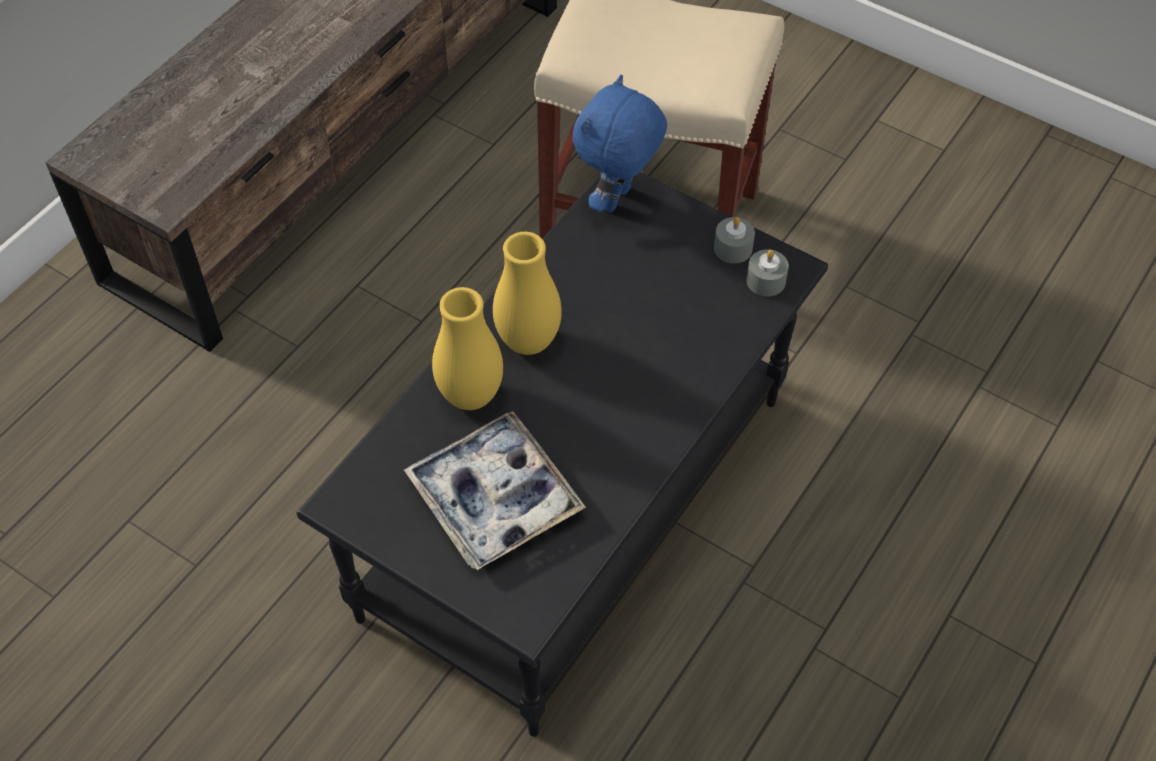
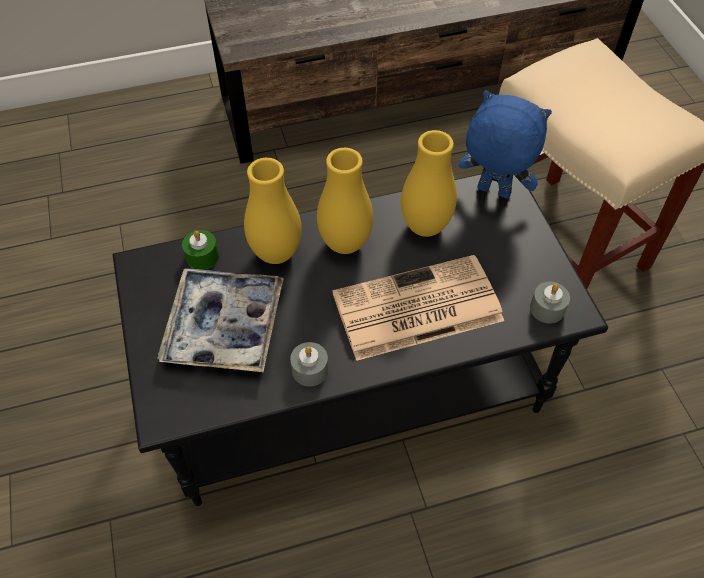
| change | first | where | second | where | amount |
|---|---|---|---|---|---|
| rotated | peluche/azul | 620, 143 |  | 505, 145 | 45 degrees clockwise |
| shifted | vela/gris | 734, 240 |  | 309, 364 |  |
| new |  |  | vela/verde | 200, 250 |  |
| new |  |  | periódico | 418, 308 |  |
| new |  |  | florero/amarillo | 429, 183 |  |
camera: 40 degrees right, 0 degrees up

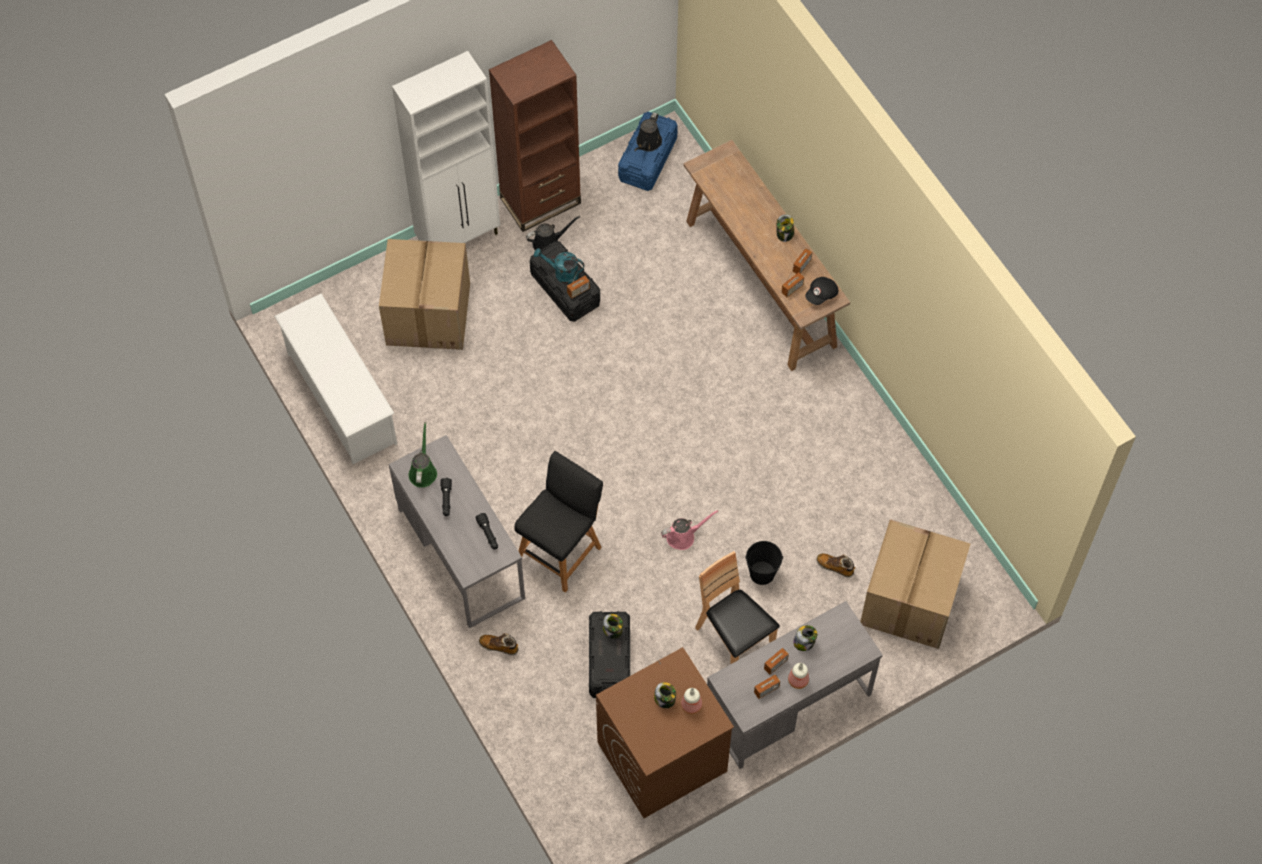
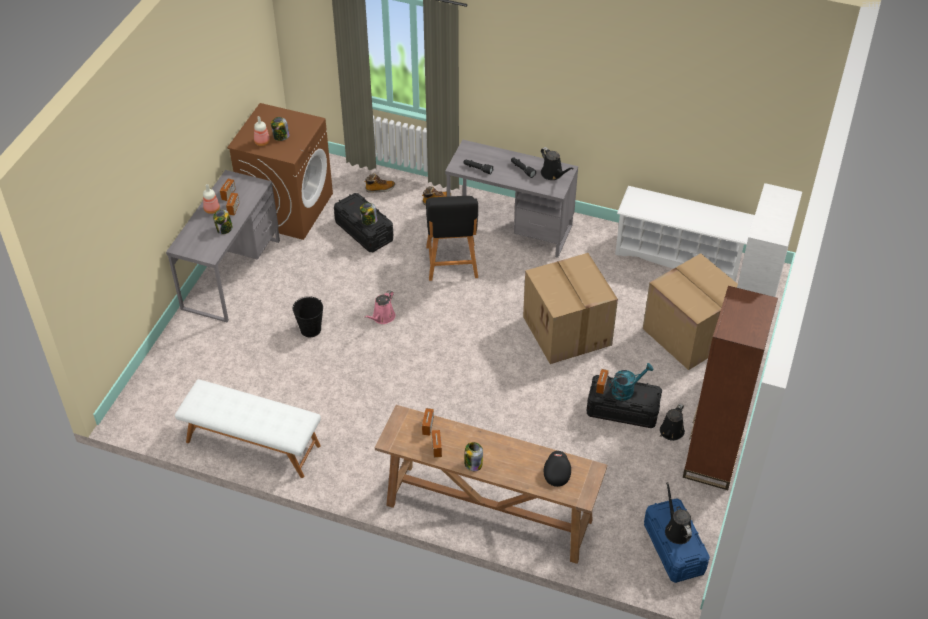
| change | first | where | second | where | amount |
|---|---|---|---|---|---|
| repainted | regadera/verde | 423, 455 | regadera/negro | 557, 163 |  |
| gone | silla/marrón | 737, 607 |  |  |  |
| shifted | gorra/negro | 821, 291 |  | 557, 469 |  |
| shifted | bota | 835, 565 |  | 380, 183 |  |
| shifted | caja de cartón | 915, 584 |  | 570, 308 |  |
| new |  |  | banco/blanco | 248, 428 |  |
camera: 140 degrees right, 15 degrees down

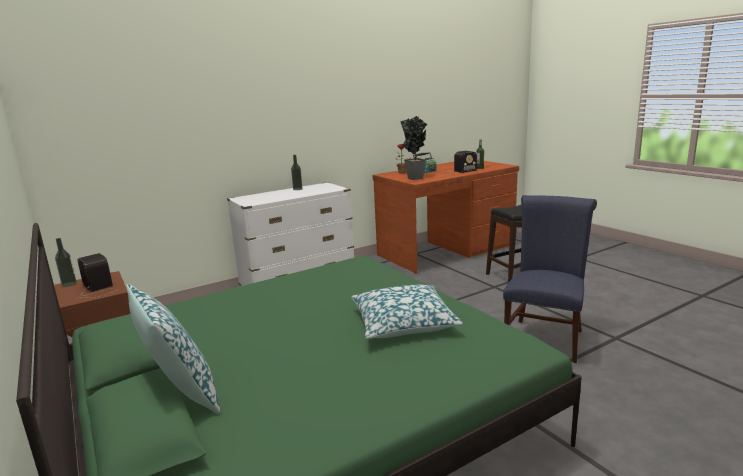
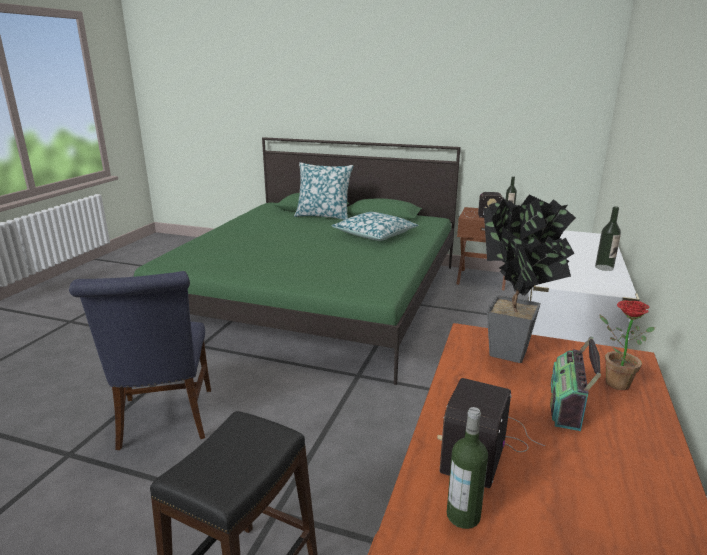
| change | first | where | second | where | amount |
|---|---|---|---|---|---|
| shifted | cojín | 407, 312 |  | 375, 226 |  |
camera: 140 degrees right, 5 degrees up

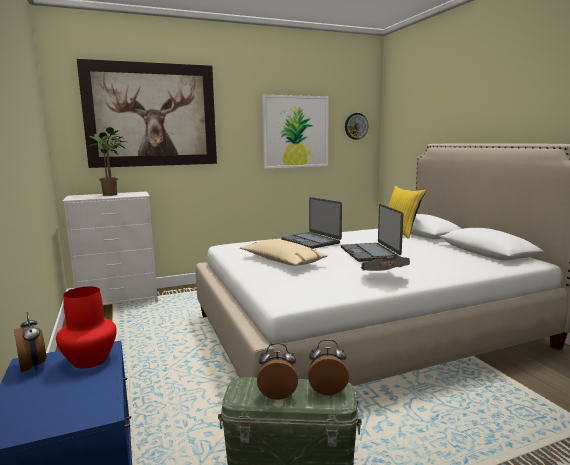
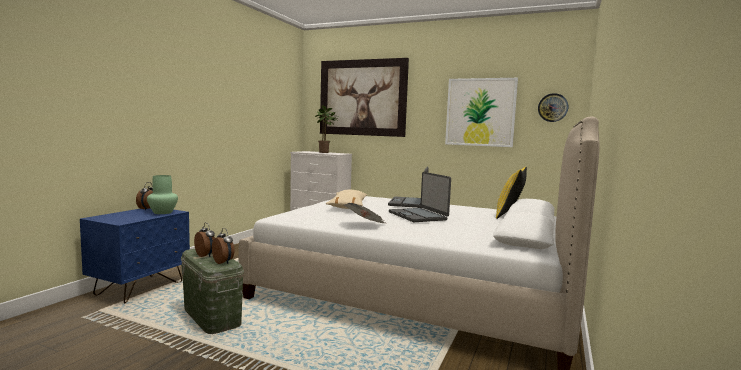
| change | first | where | second | where | amount |
|---|---|---|---|---|---|
| repainted | florero/rojo | 86, 327 | florero/verde | 162, 194 |  |
| rotated | portátil | 372, 233 |  | 420, 197 | 60 degrees counterclockwise |
camera: 45 degrees right, 5 degrees down

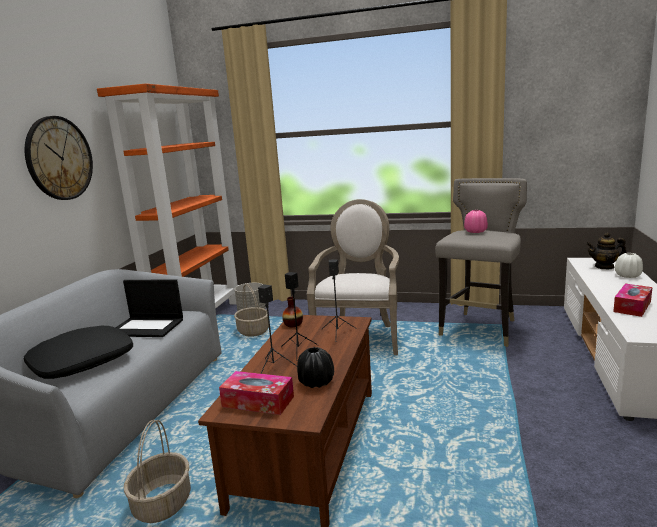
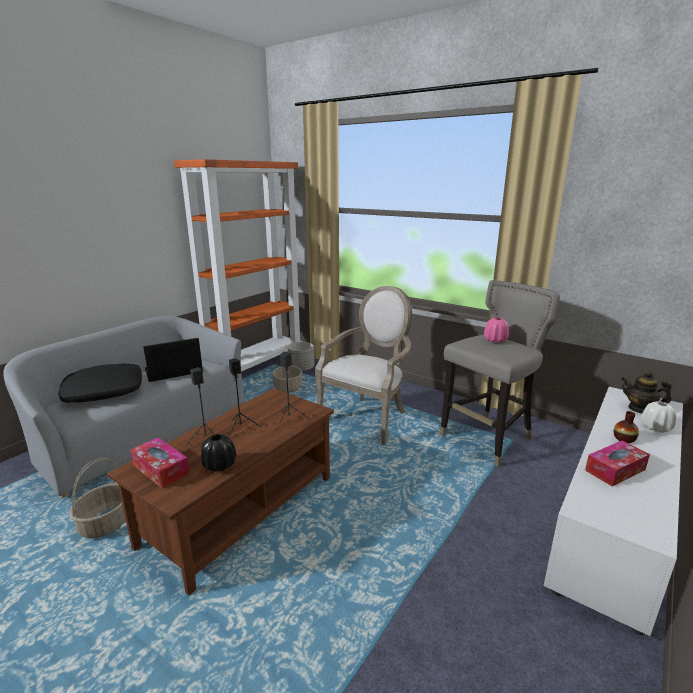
| change | first | where | second | where | amount |
|---|---|---|---|---|---|
| gone | reloj de pared | 59, 158 |  |  |  |
| rotated | portátil | 149, 308 |  | 173, 360 | 120 degrees clockwise |
| shifted | florero | 292, 312 |  | 626, 427 |  |
camera: 20 degrees right, 5 degrees up

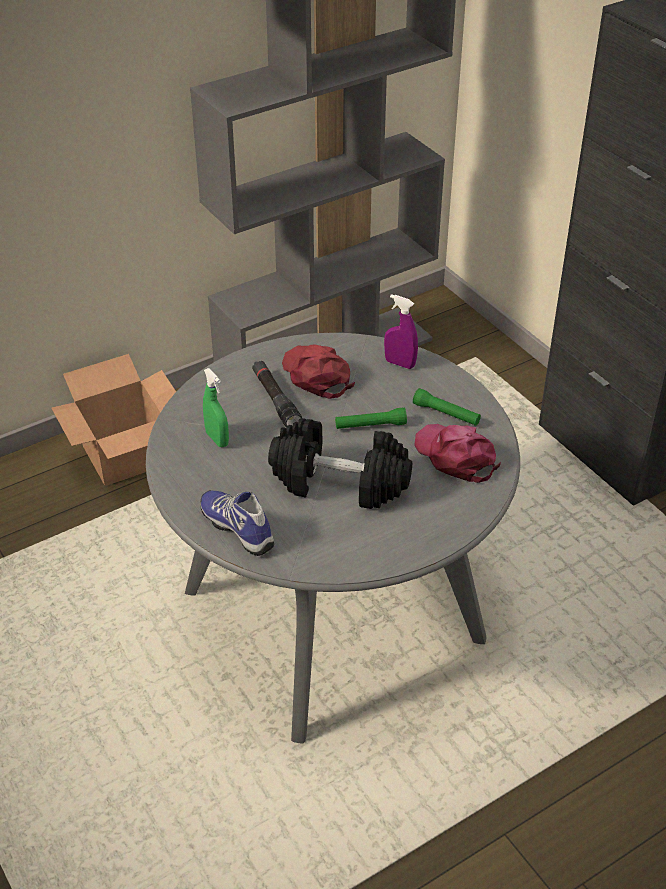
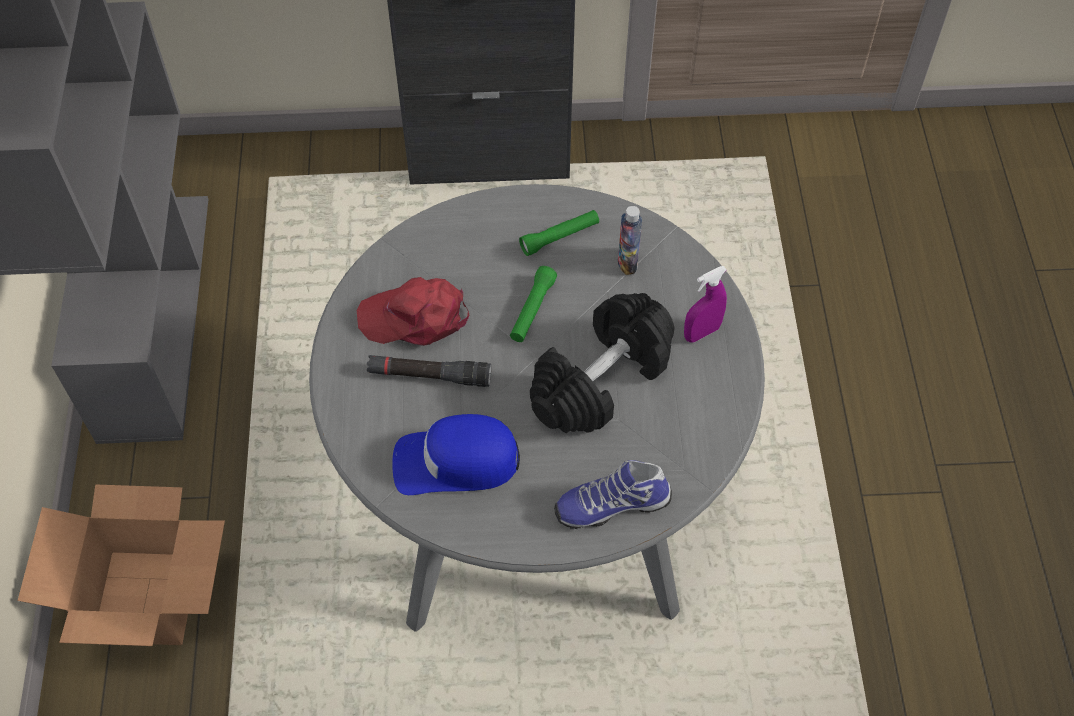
| change | first | where | second | where | amount |
|---|---|---|---|---|---|
| swapped | pulverizador/verde | 216, 407 | gorra/azul | 456, 454 |  |
| shifted | pulverizador/morado | 401, 331 |  | 705, 304 |  |
| swapped | gorra/rosa | 457, 453 | botella | 630, 240 |  |
camera: 60 degrees left, 15 degrees up

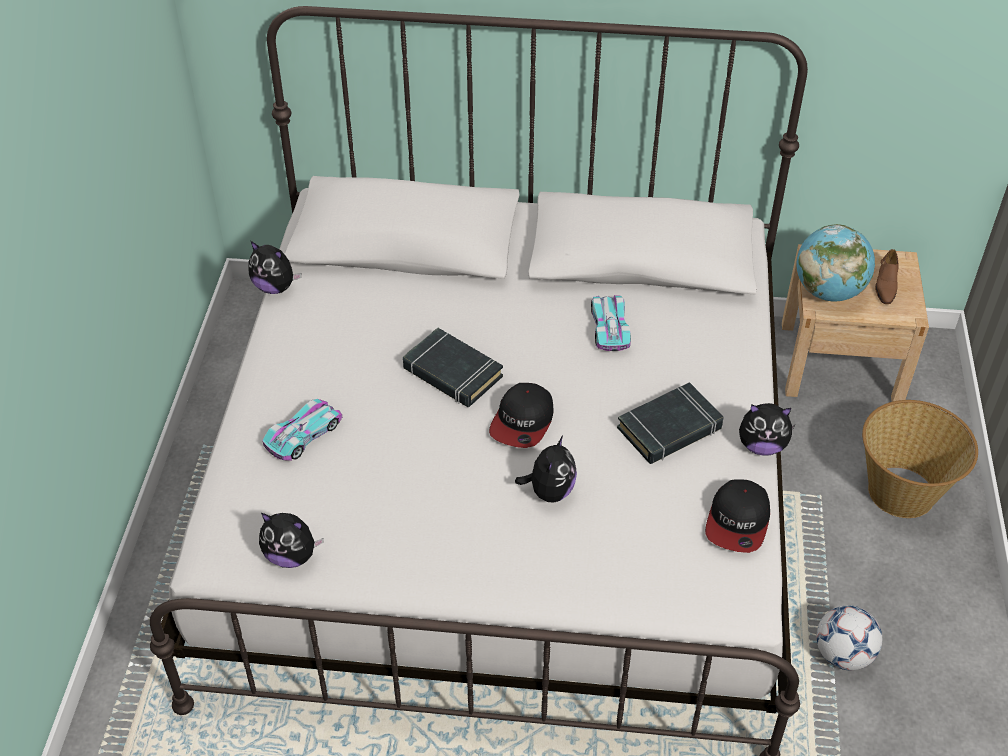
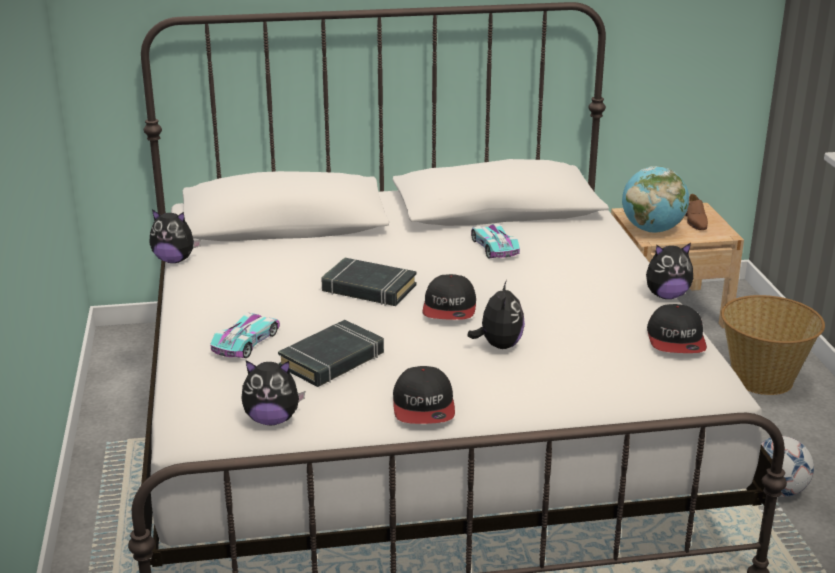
| change | first | where | second | where | amount |
|---|---|---|---|---|---|
| shifted | libro/negro | 670, 423 |  | 331, 353 |  |
| new |  |  | gorra | 424, 395 |  |
camera: 15 degrees left, 20 degrees down

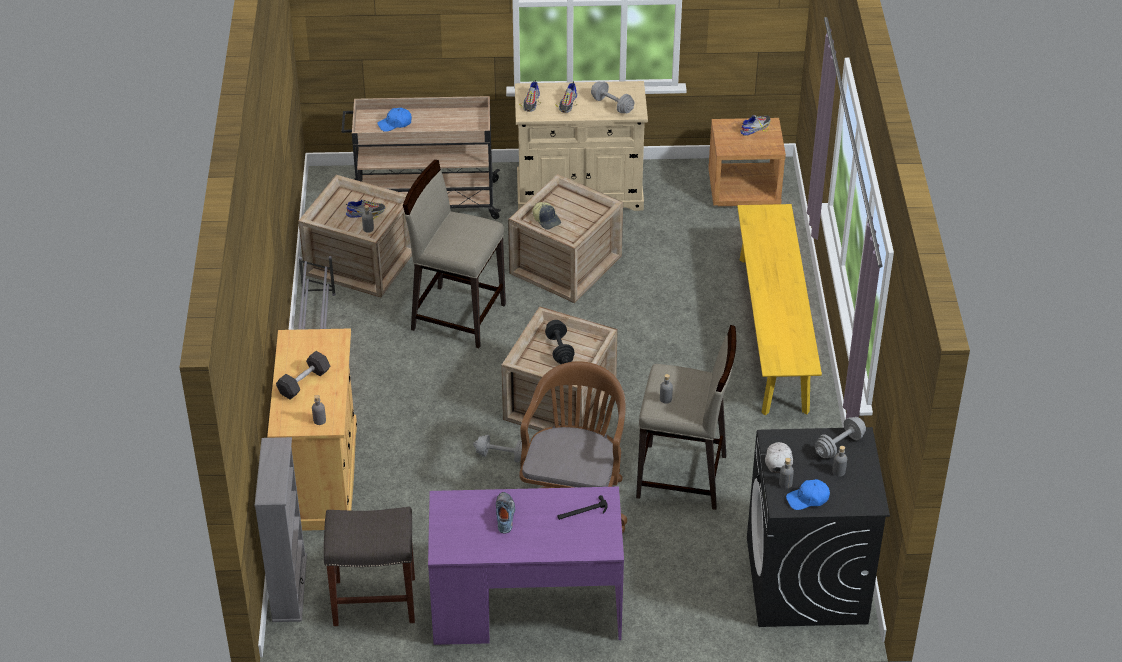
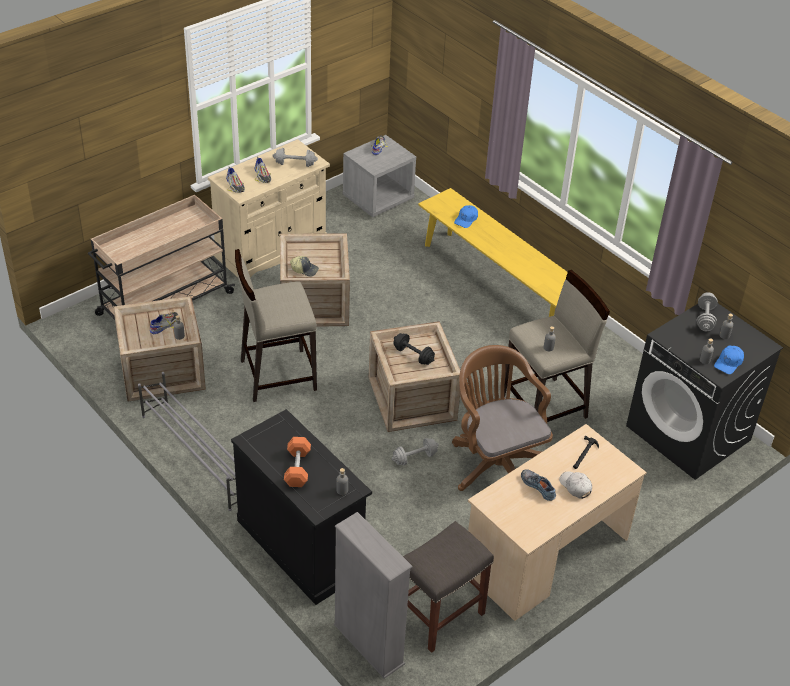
| change | first | where | second | where | amount |
|---|---|---|---|---|---|
| repainted | armario/beis | 312, 429 | armario/negro | 301, 507 |  |
| repainted | mancuerna/gris | 303, 375 | mancuerna/naranja | 297, 462 |  |
| shifted | gorra/azul | 395, 119 |  | 466, 216 |  |
| repainted | escritorio/morado | 526, 566 | escritorio/beis | 557, 522 |  |
| repainted | mesita de noche/marrón | 747, 162 | mesita de noche/gris | 379, 176 |  |
| shifted | gorra/blanco | 779, 457 |  | 575, 485 |  |
camera: 40 degrees left, 0 degrees up

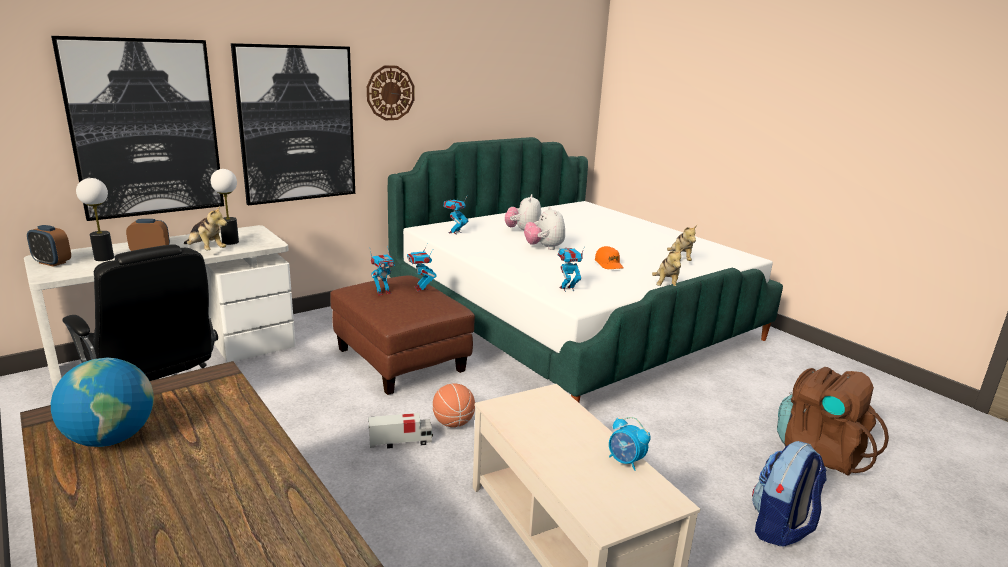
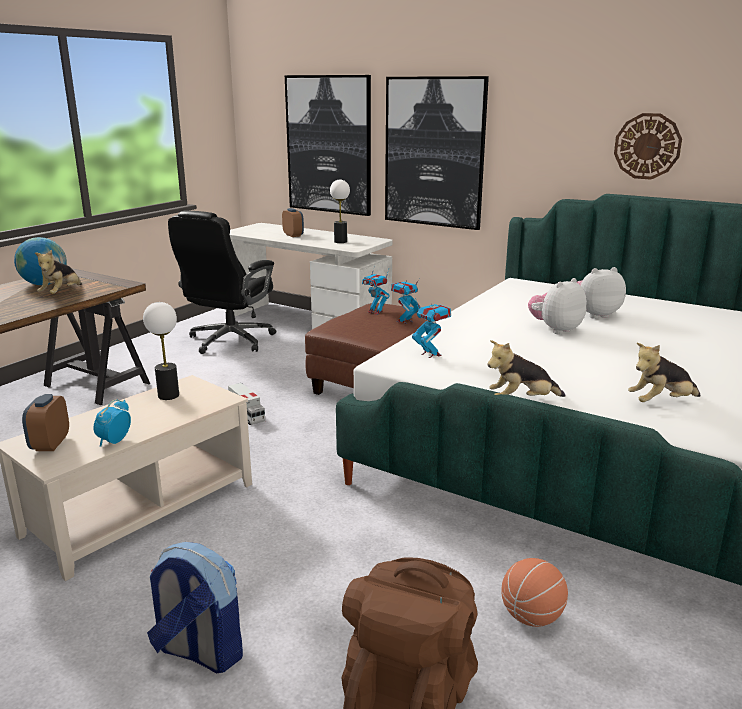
| change | first | where | second | where | amount |
|---|---|---|---|---|---|
| shifted | despertador | 49, 246 |  | 45, 422 |  |
| shifted | lámpara de mesa | 95, 219 |  | 161, 351 |  |
| shifted | peluche | 205, 227 |  | 58, 272 |  |
| shifted | reloj de pared | 390, 93 |  | 648, 146 |  |
| shifted | balón de baloncesto | 454, 405 |  | 534, 592 |  |
| gone | robot de juguete | 456, 216 |  |  |  |
| gone | gorra/naranja | 609, 257 |  |  |  |
camera: 70 degrees right, 0 degrees up

